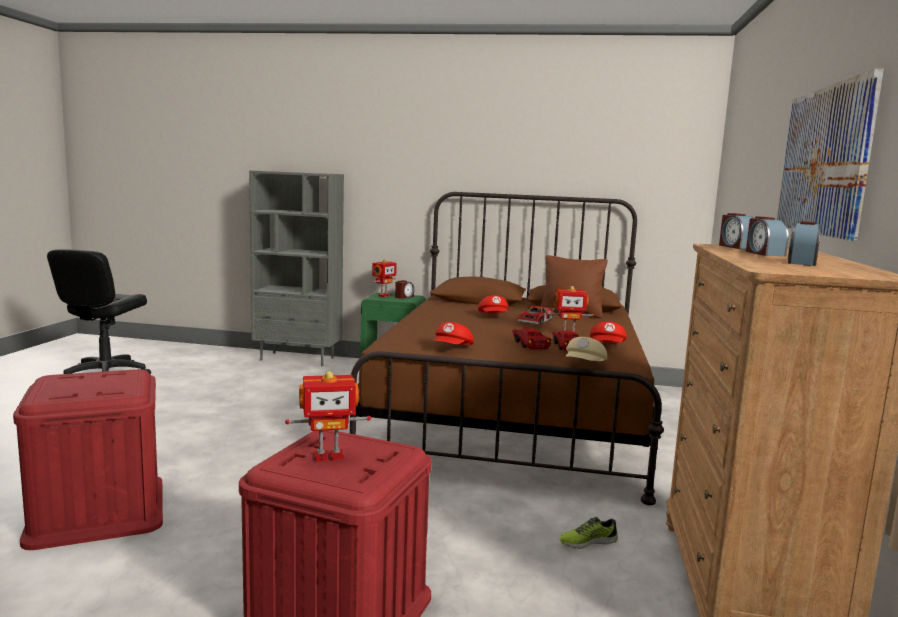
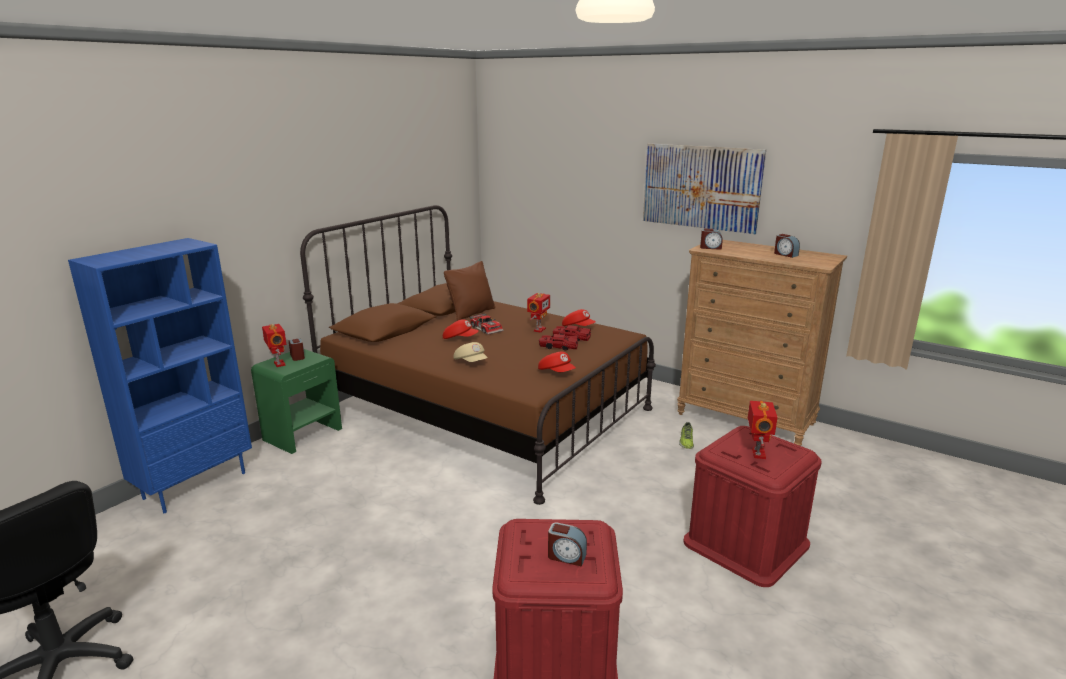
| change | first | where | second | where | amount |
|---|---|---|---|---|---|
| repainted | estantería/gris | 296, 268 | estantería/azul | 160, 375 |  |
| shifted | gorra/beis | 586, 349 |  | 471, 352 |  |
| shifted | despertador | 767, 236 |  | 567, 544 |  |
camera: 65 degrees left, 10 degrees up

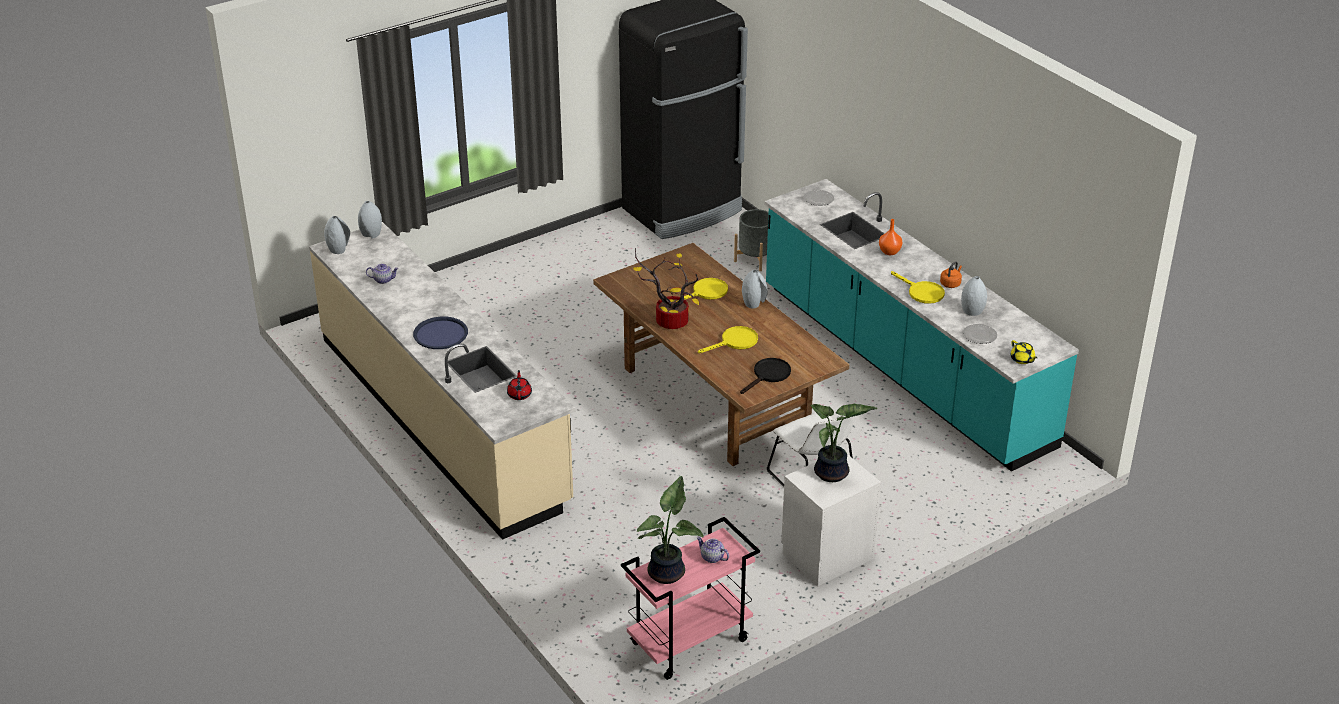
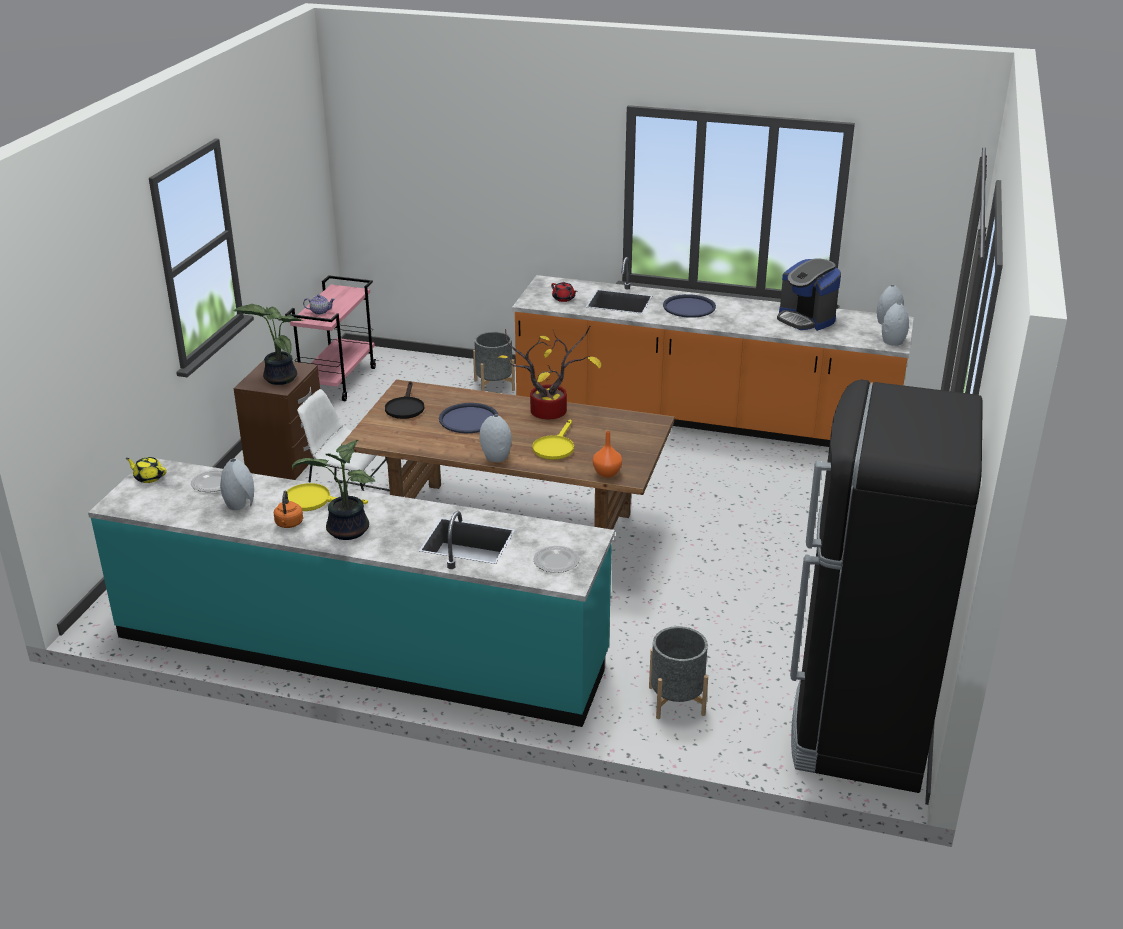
| change | first | where | second | where | amount |
|---|---|---|---|---|---|
| repainted | mueble bajo de cocina/beis | 442, 381 | mueble bajo de cocina/naranja | 713, 352 |  |
| swapped | tetera | 382, 274 | cafetera | 809, 294 |  |
| shifted | planta en maceta | 670, 530 |  | 333, 490 |  |
| swapped | sartén/amarillo | 728, 339 | bandeja/azul | 468, 418 |  |
| repainted | mesita de noche/blanco | 831, 520 | mesita de noche/marrón | 277, 420 |  |
| shifted | florero/naranja | 891, 237 |  | 607, 454 |  |
| new |  |  | maceta/gris | 494, 361 |  |
camera: 140 degrees right, 5 degrees down

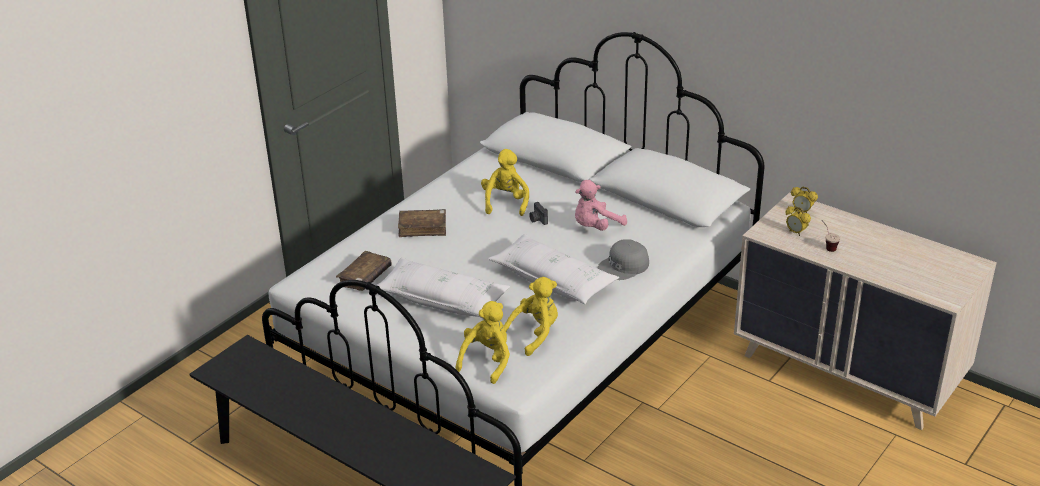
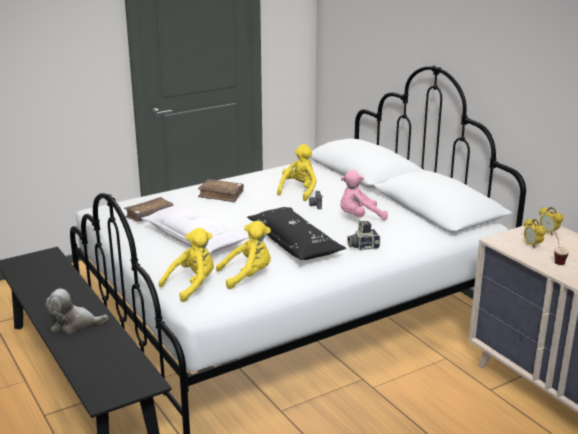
| change | first | where | second | where | amount |
|---|---|---|---|---|---|
| repainted | cojín/blanco | 553, 269 | cojín/negro | 296, 233 |  |
| swapped | gorra/gris | 623, 259 | cámara | 363, 235 |  |
| new |  |  | peluche | 76, 311 |  |
camera: 20 degrees right, 10 degrees down

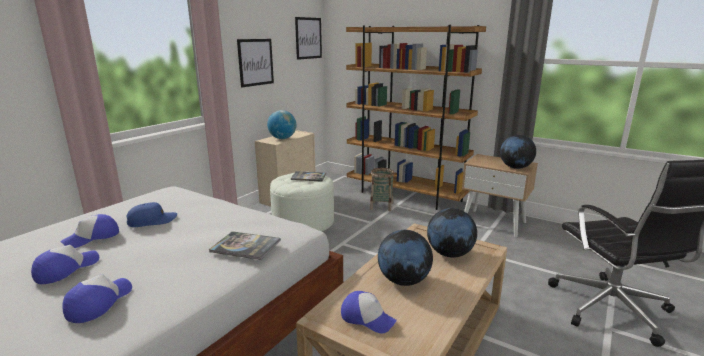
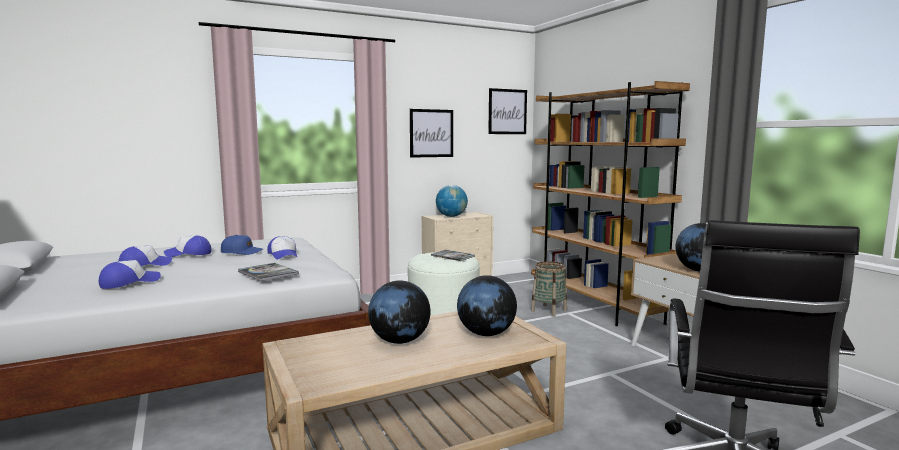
| change | first | where | second | where | amount |
|---|---|---|---|---|---|
| shifted | gorra | 369, 312 |  | 282, 247 |  |
camera: 30 degrees right, 10 degrees down

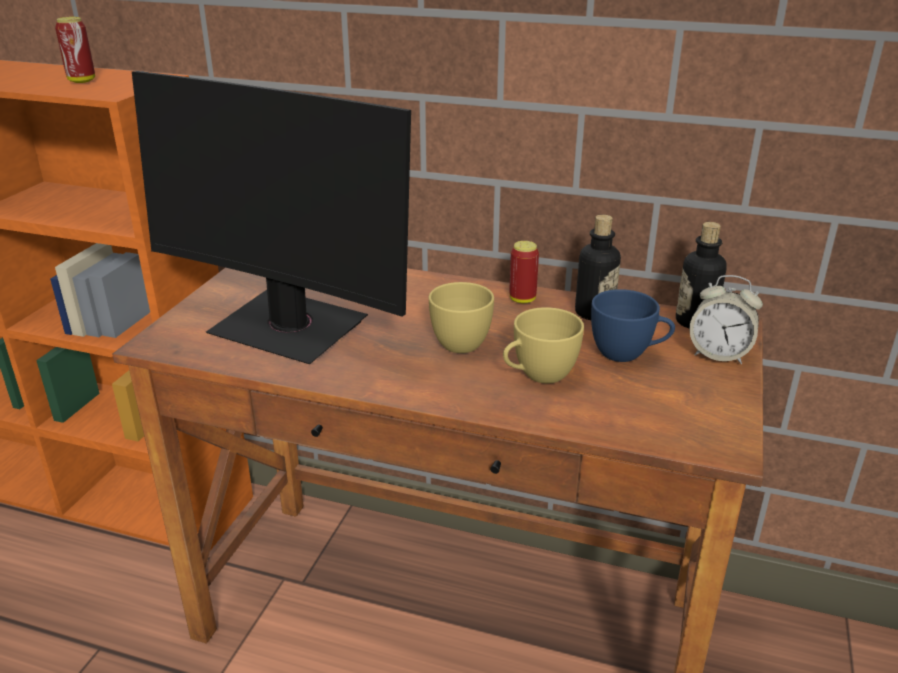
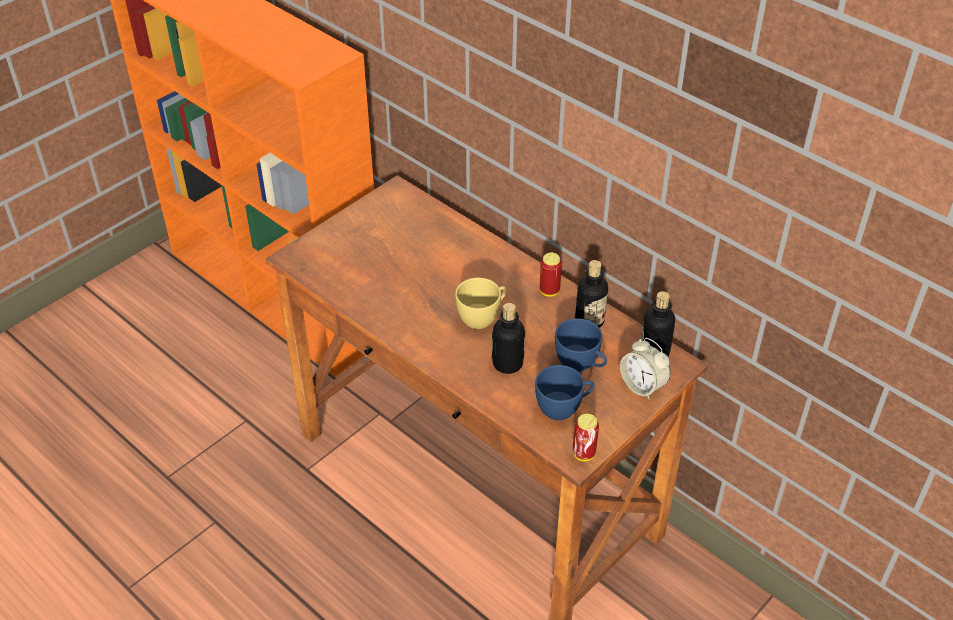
| change | first | where | second | where | amount |
|---|---|---|---|---|---|
| shifted | lata | 75, 50 |  | 586, 437 |  |
| gone | monitor | 271, 217 |  |  |  |
| swapped | taza/amarillo | 543, 345 | botella | 508, 338 |  |
| new |  |  | taza/azul | 564, 392 |  |
camera: 25 degrees right, 15 degrees up

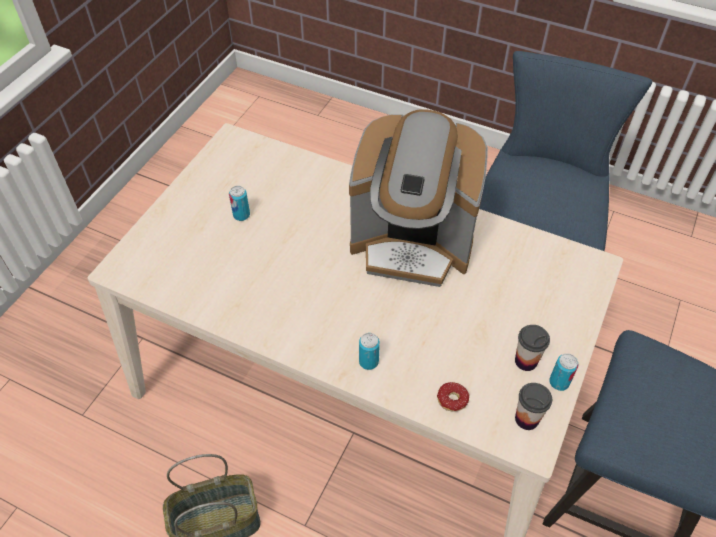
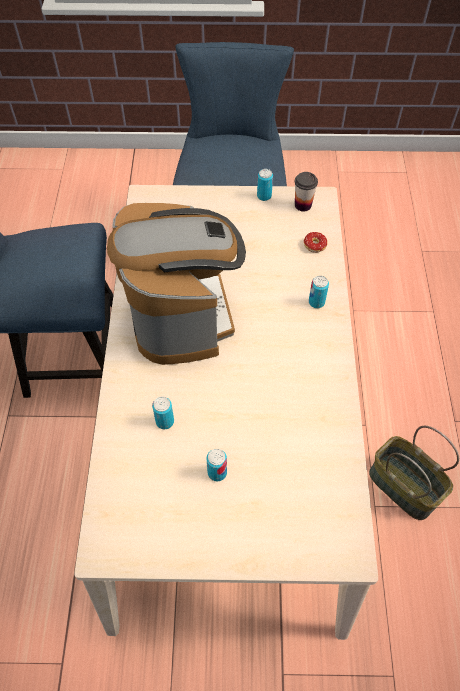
| change | first | where | second | where | amount |
|---|---|---|---|---|---|
| gone | taza | 532, 348 |  |  |  |
| new |  |  | lata | 163, 412 |  |
camera: 115 degrees left, 5 degrees up

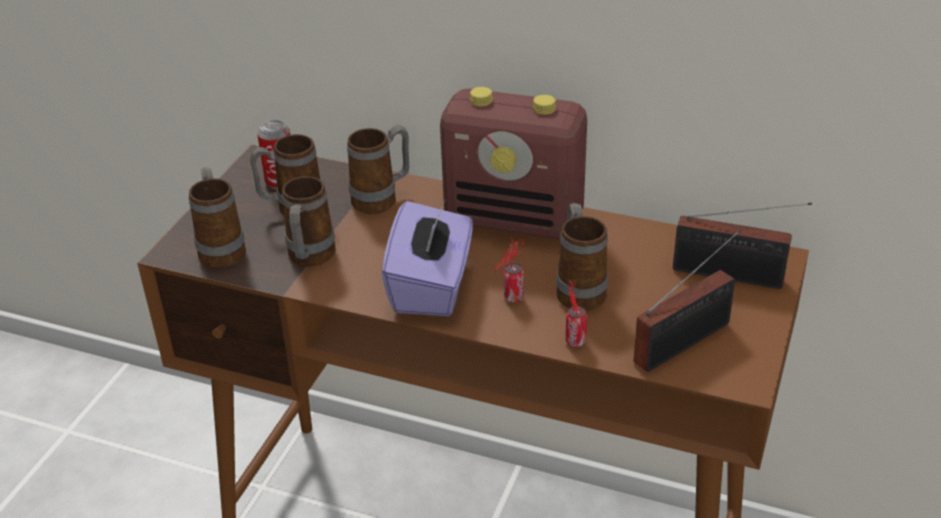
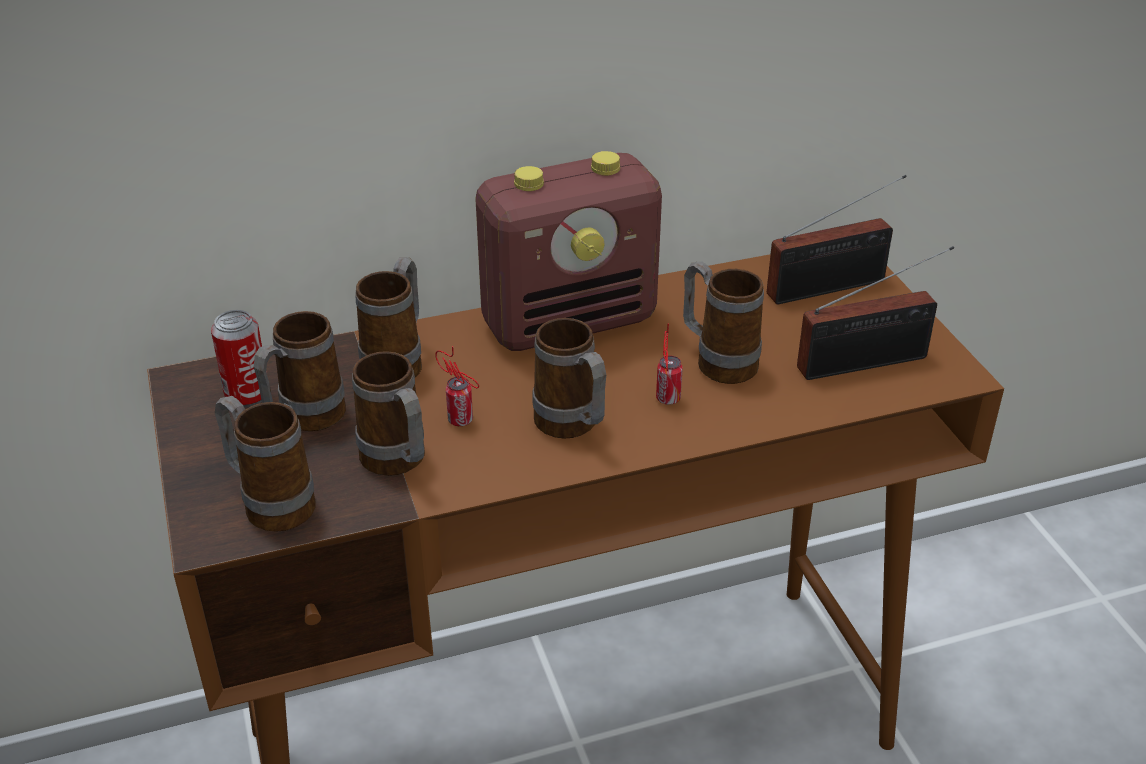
| change | first | where | second | where | amount |
|---|---|---|---|---|---|
| swapped | caja de pañuelos/morado | 427, 258 | taza grande | 569, 378 |  |
| shifted | lata | 576, 313 |  | 457, 386 |  |
| rotated | radio | 687, 300 |  | 875, 313 | 60 degrees clockwise |
camera: 40 degrees left, 0 degrees up

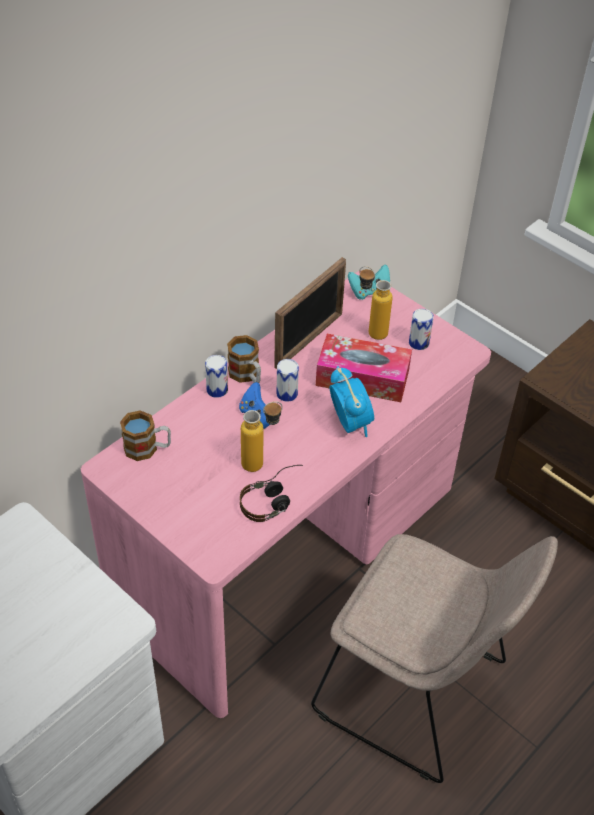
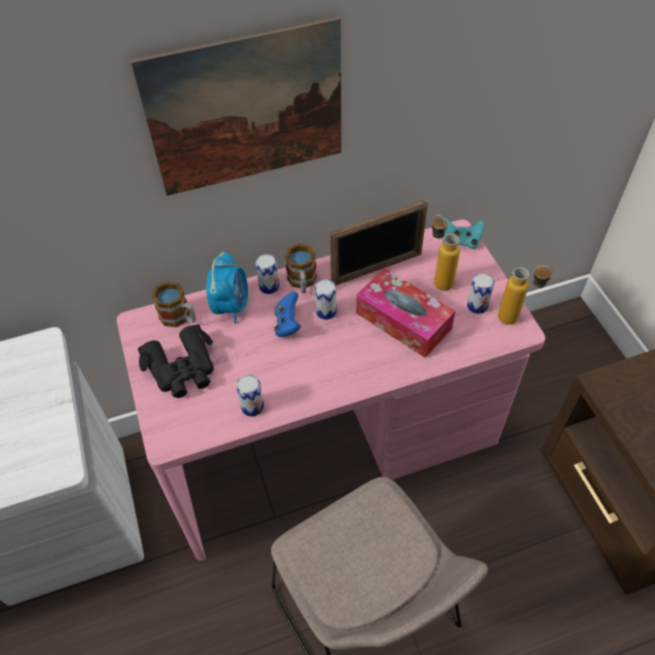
| change | first | where | second | where | amount |
|---|---|---|---|---|---|
| swapped | auriculares | 271, 493 | lata | 250, 396 |  |
| shifted | botella | 262, 436 |  | 525, 295 |  |
| shifted | despertador | 351, 401 |  | 227, 287 |  |
| new |  |  | cuadro | 235, 106 |  |
| new |  |  | prismáticos/negro | 176, 361 |  |
camera: 30 degrees right, 5 degrees up

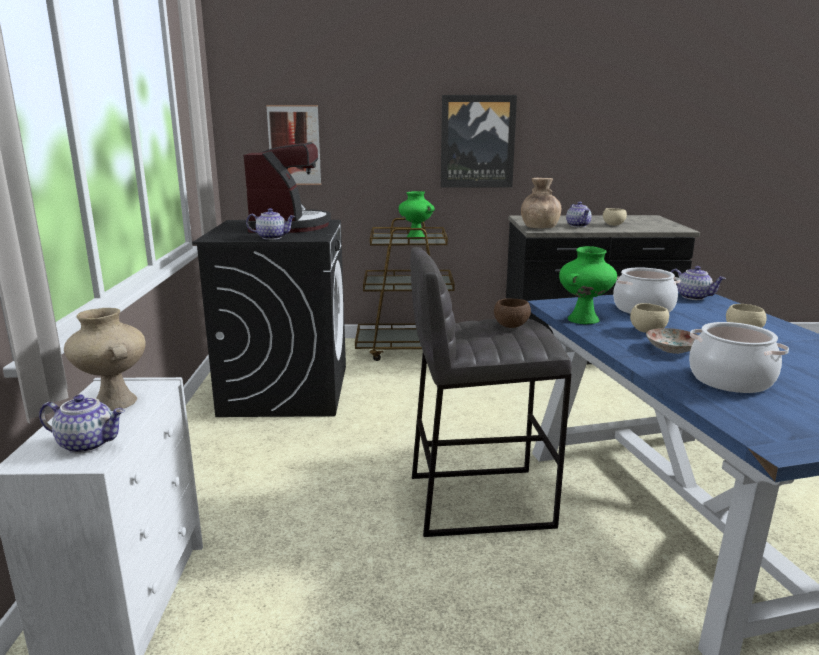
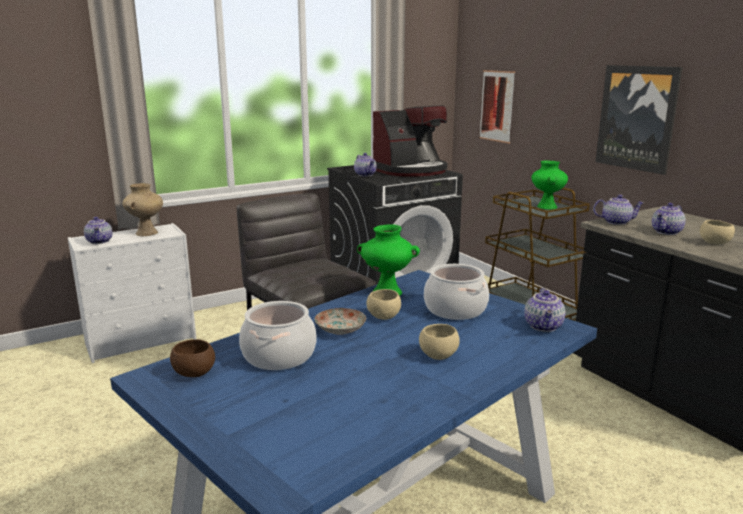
| change | first | where | second | where | amount |
|---|---|---|---|---|---|
| shifted | cuenco/marrón | 512, 313 |  | 192, 358 |  |
| swapped | florero/marrón | 541, 203 | tetera | 618, 210 |  |
camera: 60 degrees right, 0 degrees up

